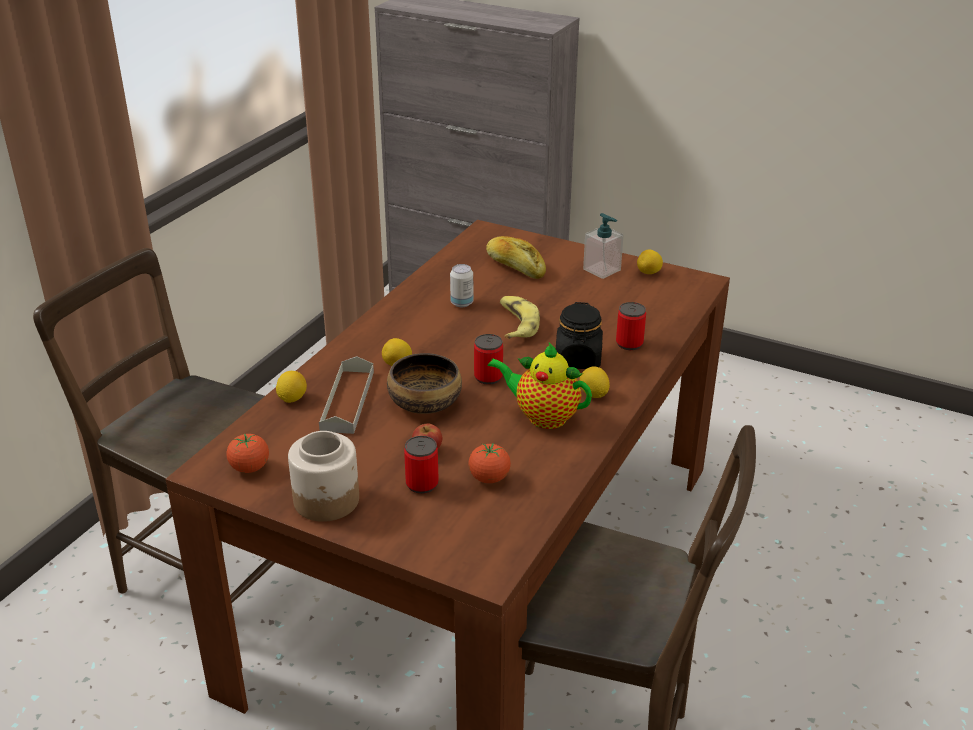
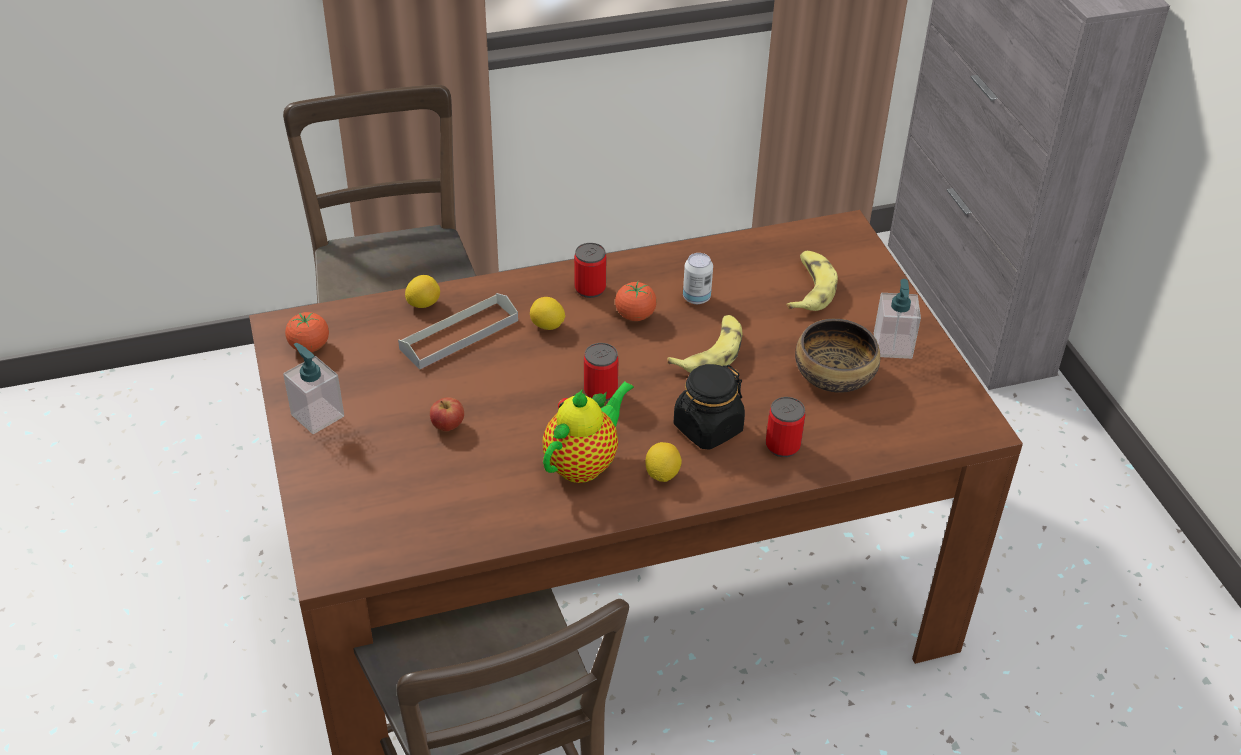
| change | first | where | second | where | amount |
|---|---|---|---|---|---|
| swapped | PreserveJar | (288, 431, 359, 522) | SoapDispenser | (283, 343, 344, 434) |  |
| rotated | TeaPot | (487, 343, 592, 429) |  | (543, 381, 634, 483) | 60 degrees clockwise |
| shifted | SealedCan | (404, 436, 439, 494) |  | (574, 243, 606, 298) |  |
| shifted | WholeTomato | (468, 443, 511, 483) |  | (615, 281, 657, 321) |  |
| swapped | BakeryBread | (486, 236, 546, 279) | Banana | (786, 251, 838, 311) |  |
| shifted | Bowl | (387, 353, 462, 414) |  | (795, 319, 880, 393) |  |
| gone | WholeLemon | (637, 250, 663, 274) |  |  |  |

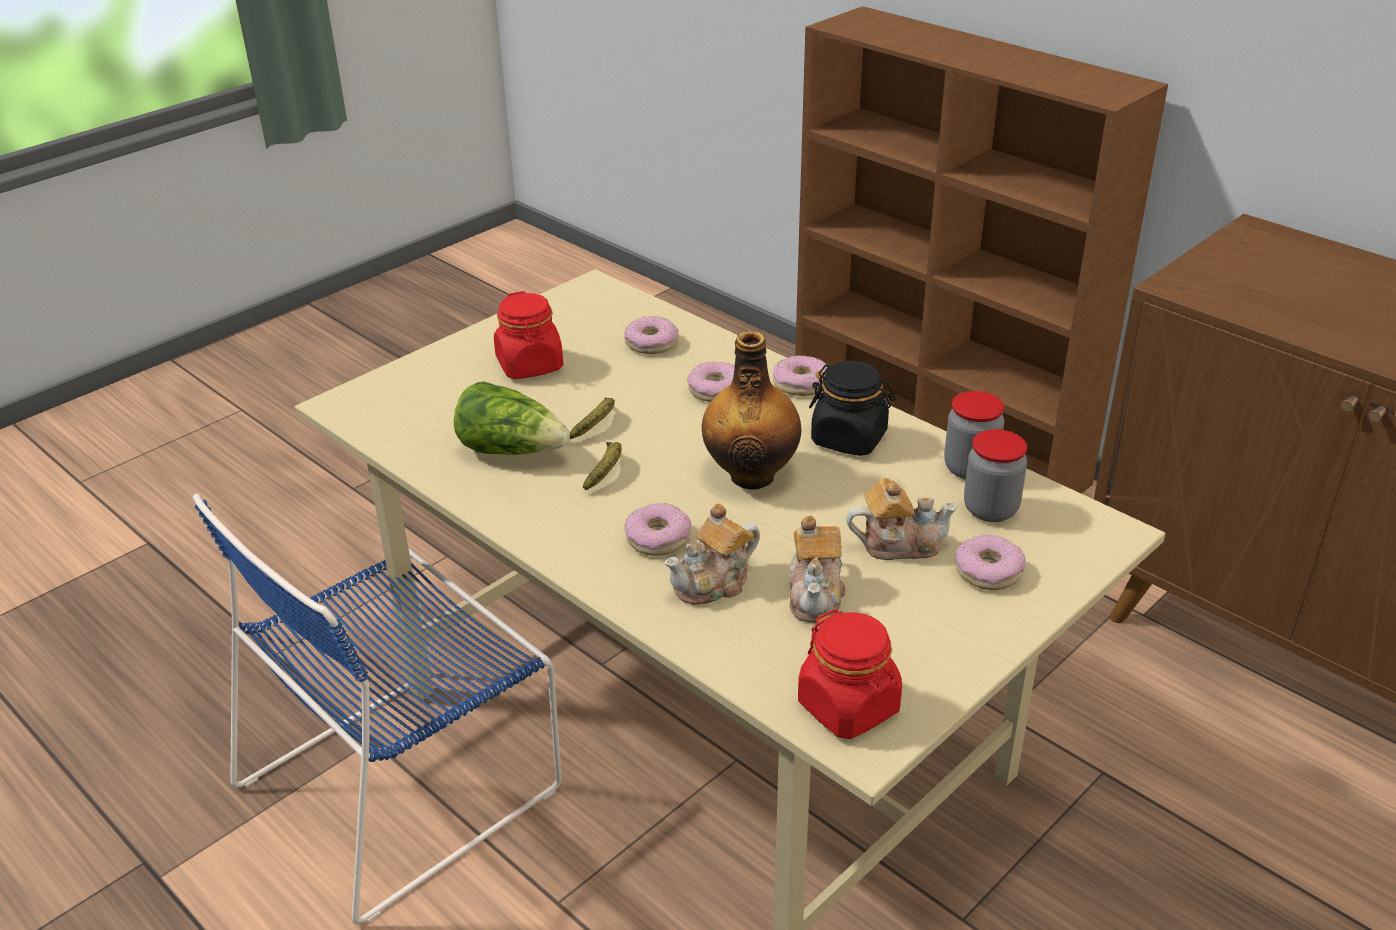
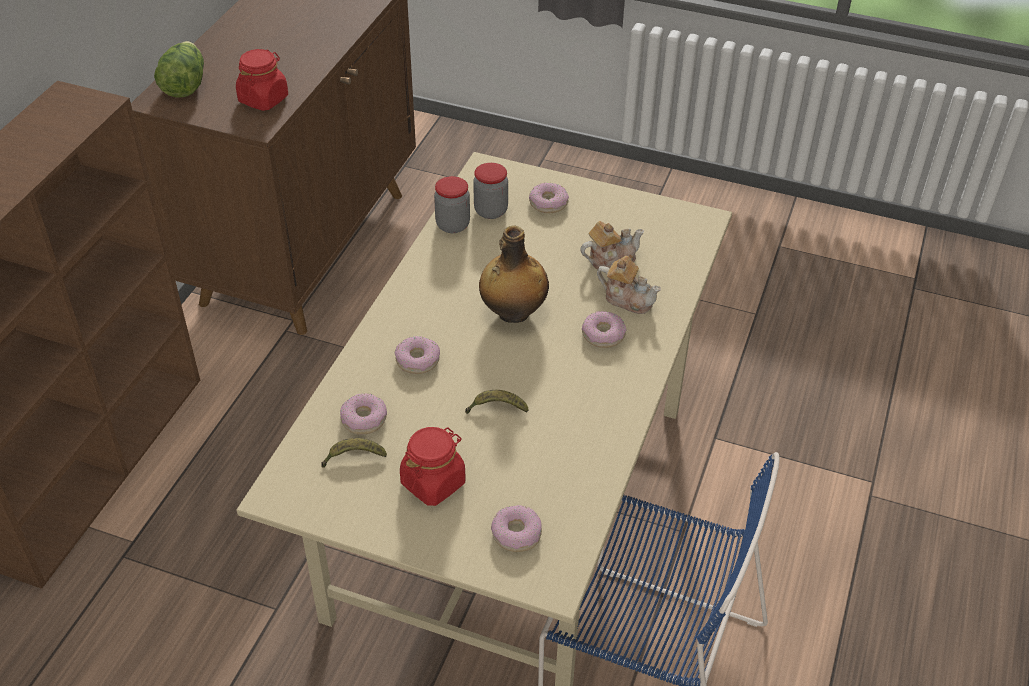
| change | first | where | second | where | amount |
|---|---|---|---|---|---|
| shifted | LettuceHead | (454, 381, 570, 455) |  | (154, 41, 204, 97) |  |
| shifted | RedColouredPreserveJar | (798, 609, 902, 739) |  | (236, 49, 288, 111) |  |
| shifted | Banana | (583, 442, 621, 490) |  | (321, 438, 387, 468) |  |
| shifted | Donut | (773, 355, 828, 396) |  | (491, 505, 542, 552) |  |
| gone | BlackishPreserveJar | (809, 361, 896, 456) |  |  |  |
| gone | TeaPot | (846, 478, 958, 560) |  |  |  |

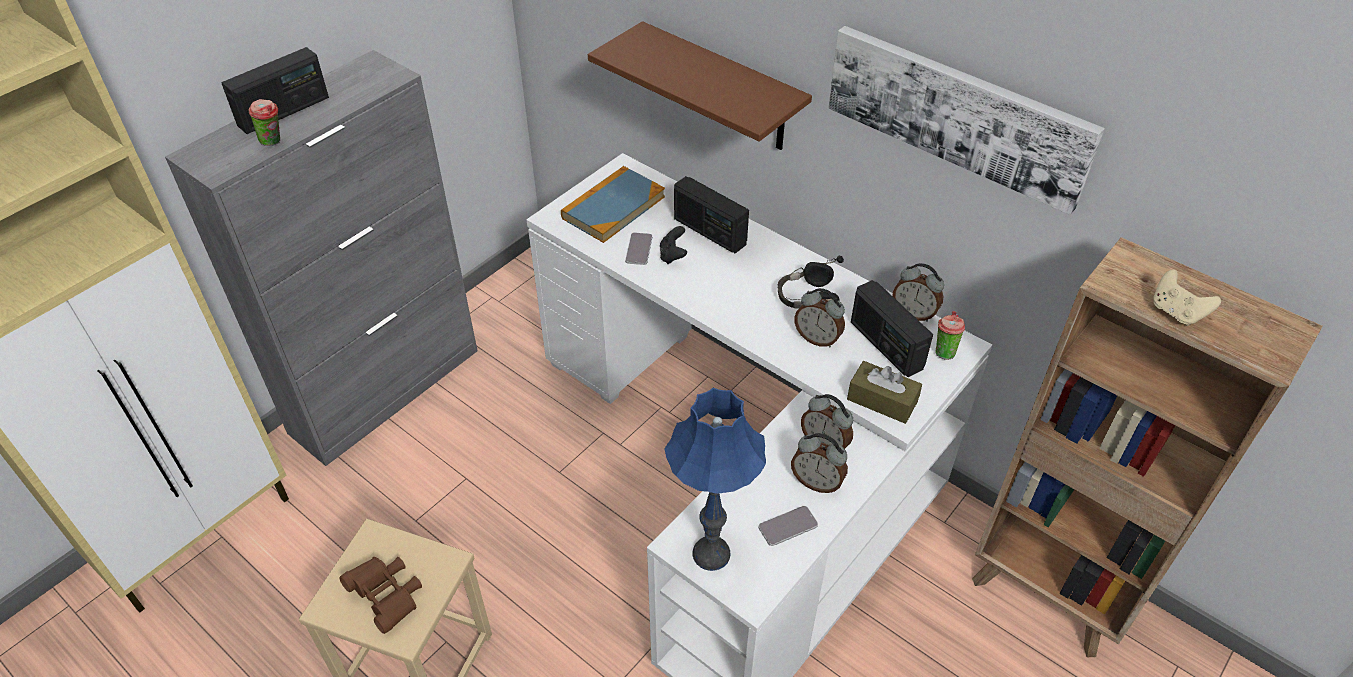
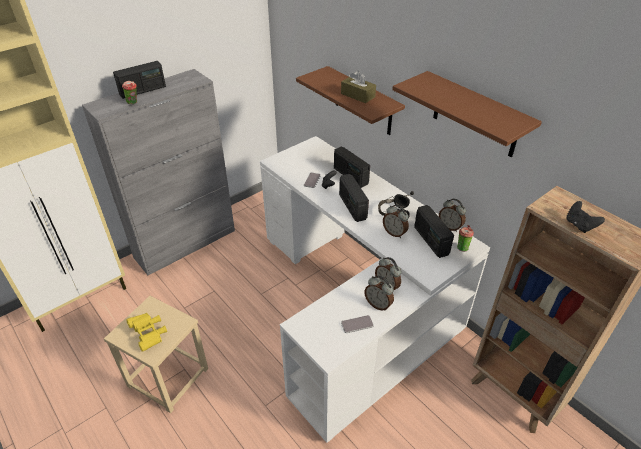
| change | first | where | second | where | amount |
|---|---|---|---|---|---|
| repainted | BrownishPairOfBinoculars | (339, 557, 422, 634) | YellowishPairOfBinoculars | (126, 313, 167, 352) |  |
| new |  |  | Radio | (339, 174, 369, 222) |  |
| shifted | BrownishTissueBox | (847, 361, 922, 424) |  | (341, 71, 376, 103) |  |
| swapped | WallPicture | (828, 26, 1105, 215) | BrownishWallShelf | (392, 71, 542, 157) |  |
| repainted | BeigeColouredGameController | (1153, 269, 1221, 326) | BlackishGameController | (566, 201, 605, 233) |  |
| gone | Book | (561, 166, 665, 243) |  |  |  |
| gone | BlueTableLamp | (665, 388, 766, 571) |  |  |  |

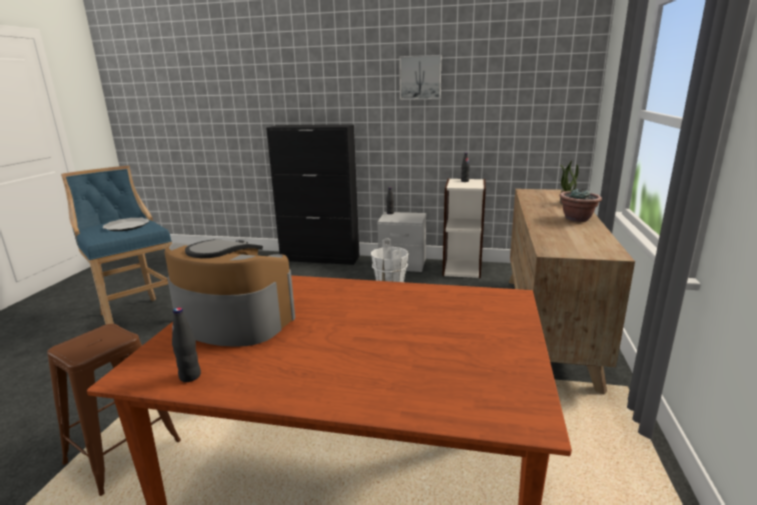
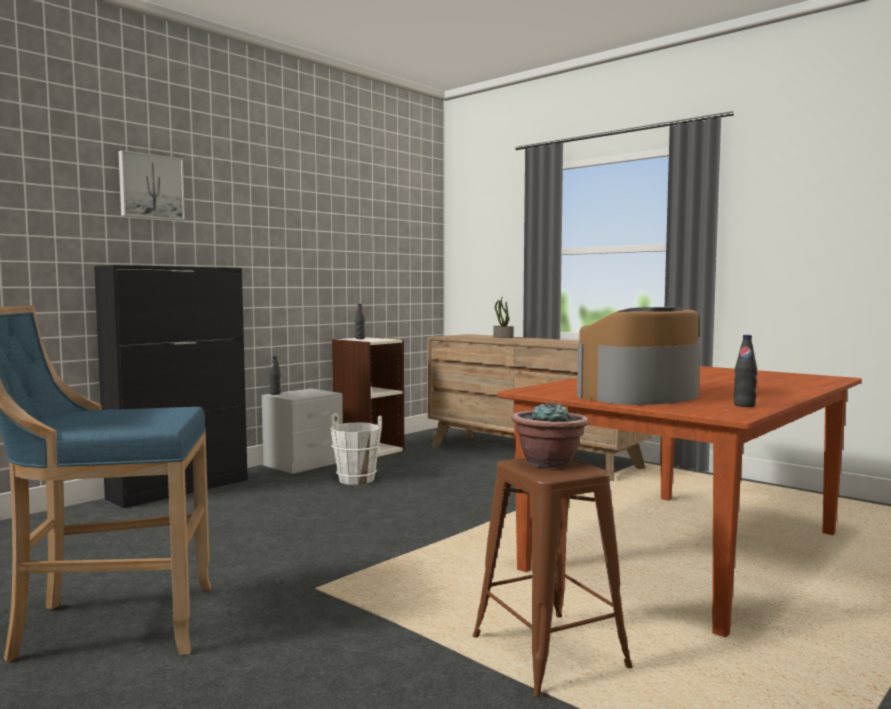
| change | first | where | second | where | amount |
|---|---|---|---|---|---|
| shifted | WallPicture | (399, 55, 441, 100) |  | (118, 150, 185, 221) |  |
| shifted | PlantInAPot | (559, 188, 602, 222) |  | (511, 401, 589, 468) |  |
| gone | Plate | (103, 218, 149, 231) |  |  |  |

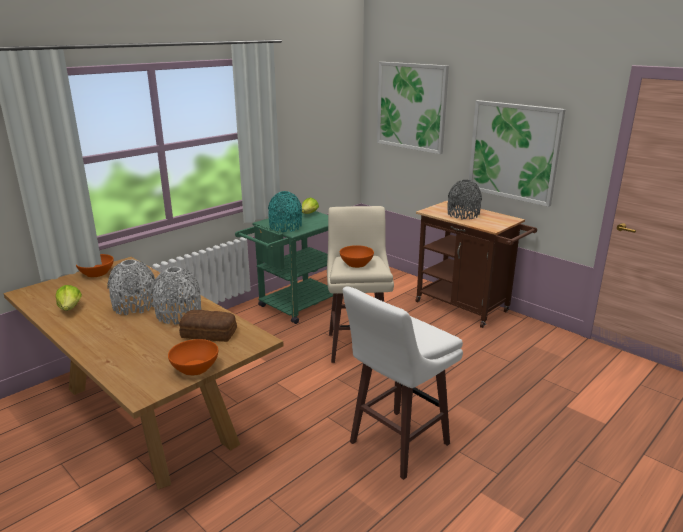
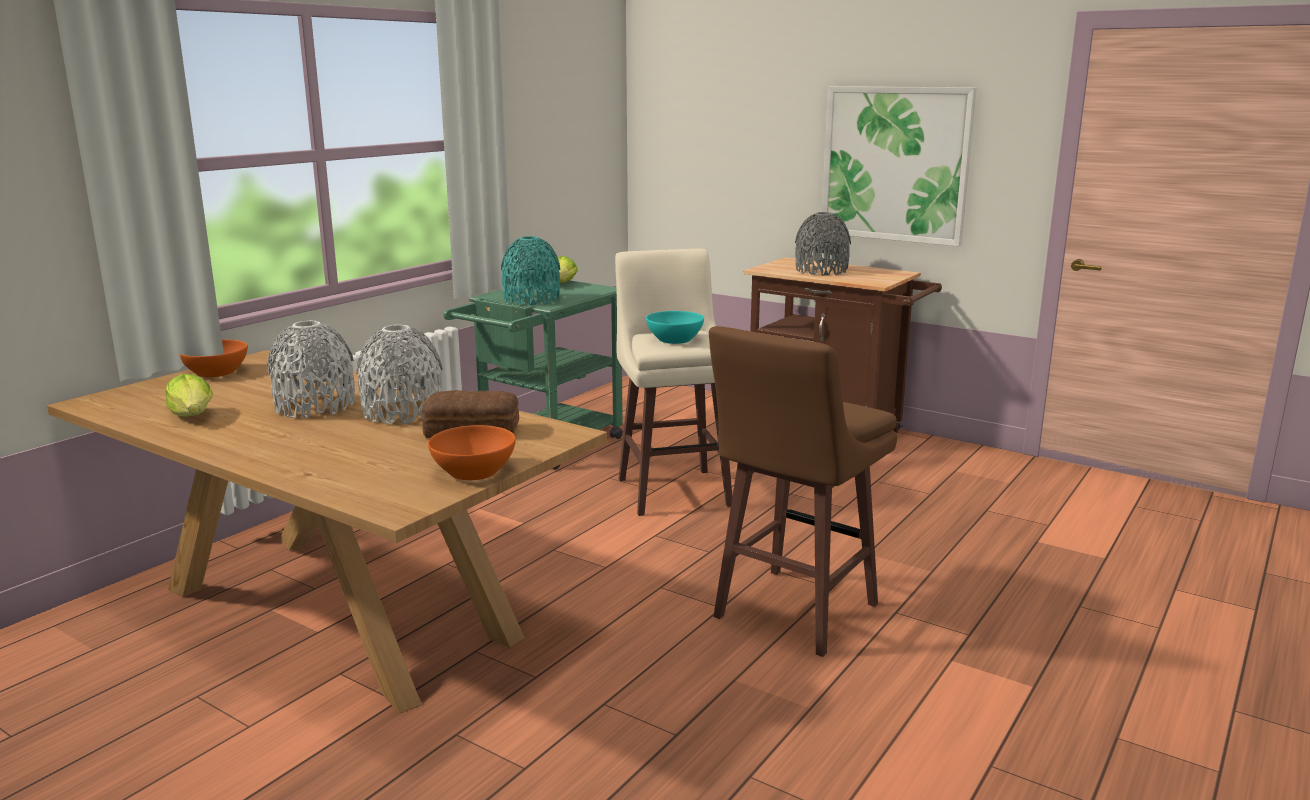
| change | first | where | second | where | amount |
|---|---|---|---|---|---|
| repainted | OrangeBowl | (340, 245, 374, 268) | TurquoiseColouredBowl | (646, 311, 704, 344) |  |
| repainted | WhiteColouredStoolSeat | (343, 286, 463, 480) | BrownishStoolSeat | (709, 326, 897, 657) |  |
| gone | WallPicture | (377, 62, 449, 154) |  |  |  |

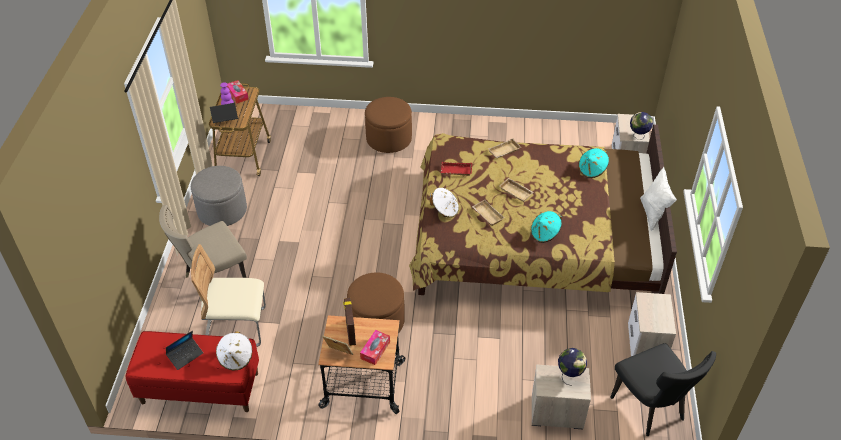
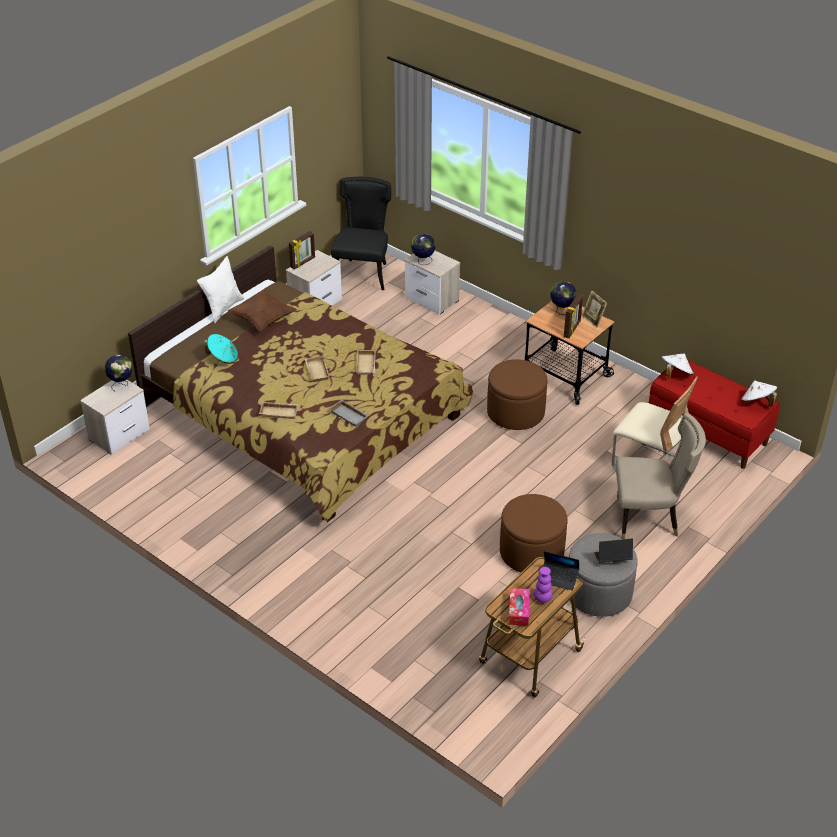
| change | first | where | second | where | amount |
|---|---|---|---|---|---|
| new |  |  | BrownishThrowPillow | (227, 289, 297, 331) |  |
| new |  |  | StandingFrame | (289, 231, 315, 269) |  |
| repainted | RedColouredCarryingTray | (441, 162, 472, 176) | GreyCarryingTray | (329, 399, 369, 427) |  |
| shifted | BrownishFootrest | (365, 97, 412, 153) |  | (500, 494, 568, 574) |  |
| swapped | TissueBox | (360, 330, 390, 365) | DeskGlobe | (550, 281, 577, 315) |  |
| shifted | NotebookComputer | (166, 331, 203, 370) |  | (594, 539, 633, 563) |  |
| shifted | WhiteColouredWearableHat | (430, 188, 459, 218) |  | (741, 381, 777, 407) |  |
| gone | TurquoiseColouredWearableHat | (531, 211, 562, 243) |  |  |  |

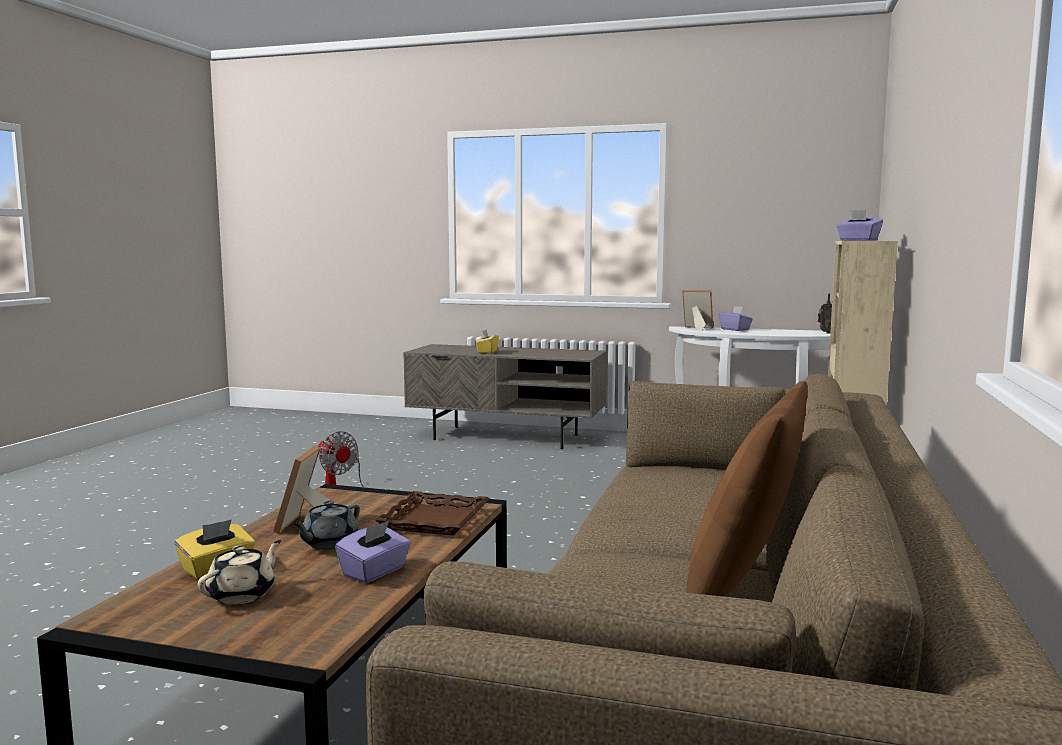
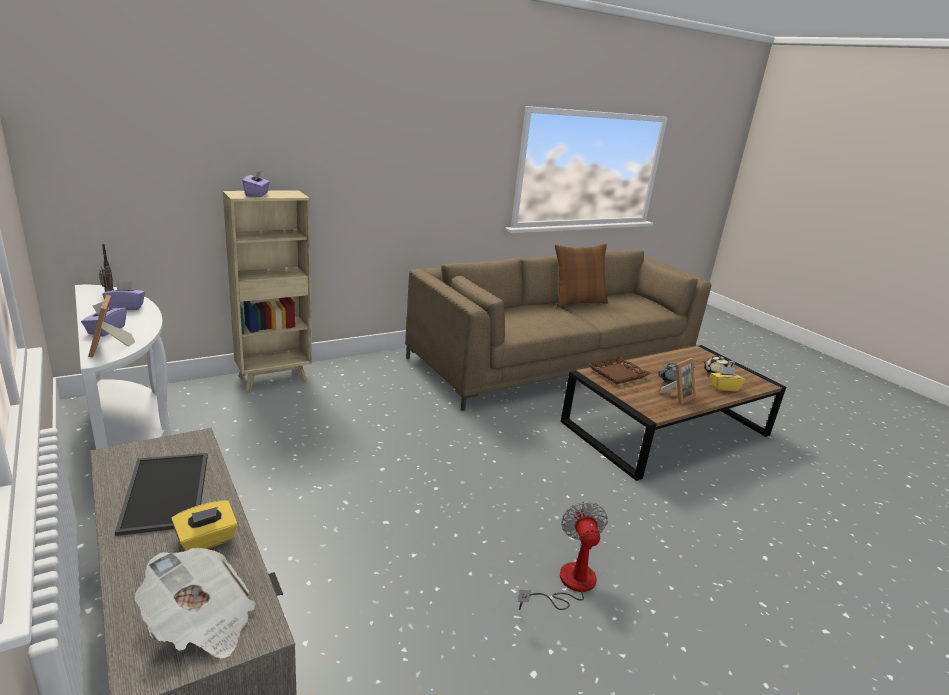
| change | first | where | second | where | amount |
|---|---|---|---|---|---|
| shifted | PurpleColouredTissueBox | (335, 521, 411, 583) |  | (102, 281, 145, 310) |  |
| new |  |  | CarryingTray | (115, 453, 208, 536) |  |
| new |  |  | DailyPaper | (135, 548, 256, 659) |  |

